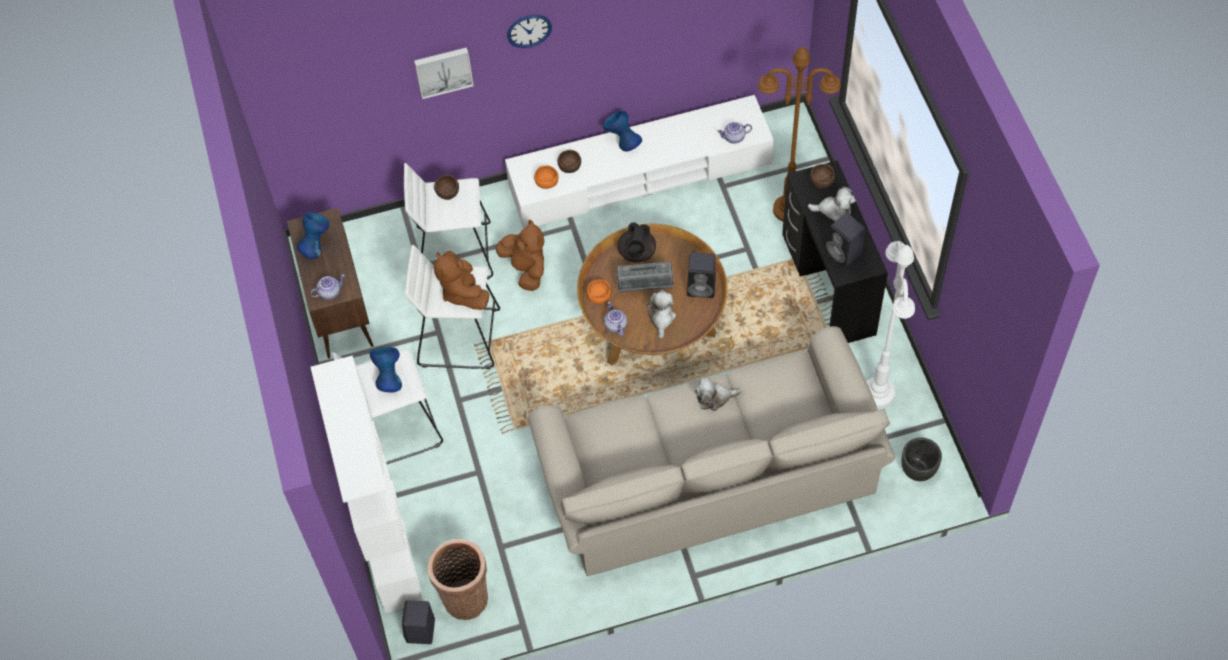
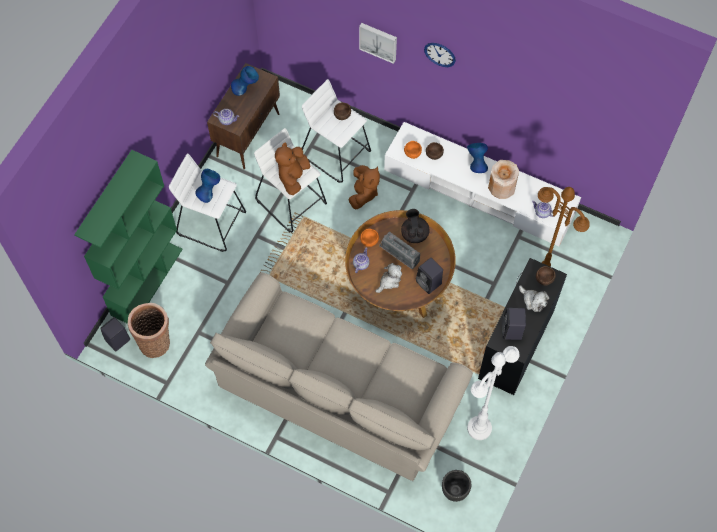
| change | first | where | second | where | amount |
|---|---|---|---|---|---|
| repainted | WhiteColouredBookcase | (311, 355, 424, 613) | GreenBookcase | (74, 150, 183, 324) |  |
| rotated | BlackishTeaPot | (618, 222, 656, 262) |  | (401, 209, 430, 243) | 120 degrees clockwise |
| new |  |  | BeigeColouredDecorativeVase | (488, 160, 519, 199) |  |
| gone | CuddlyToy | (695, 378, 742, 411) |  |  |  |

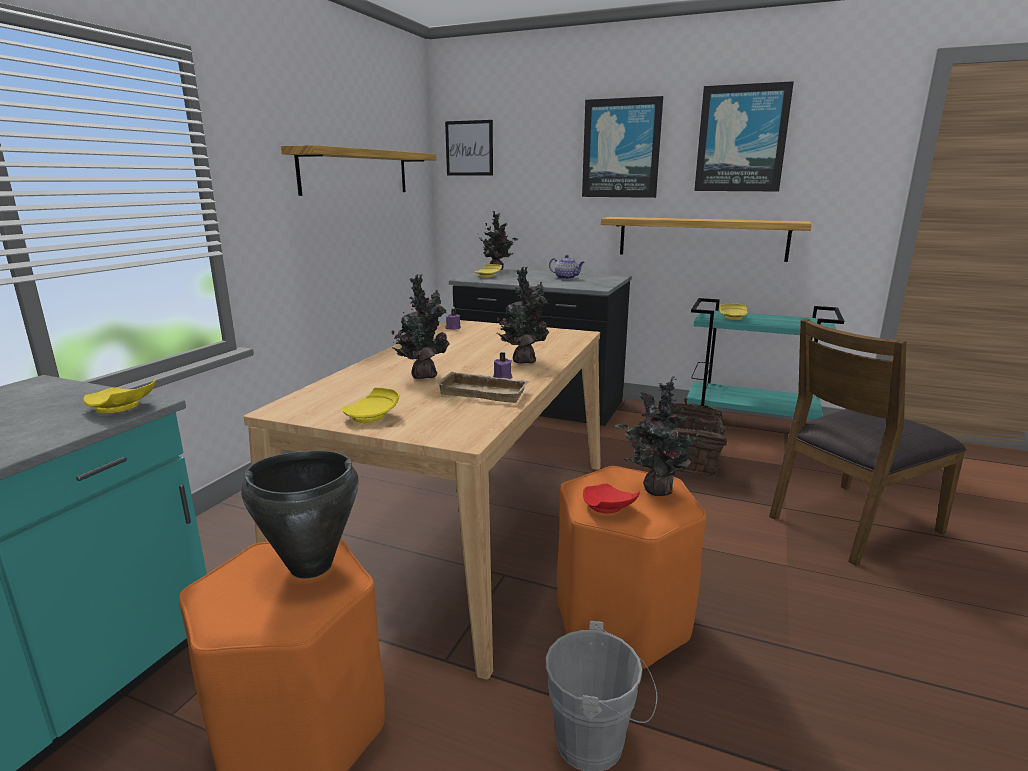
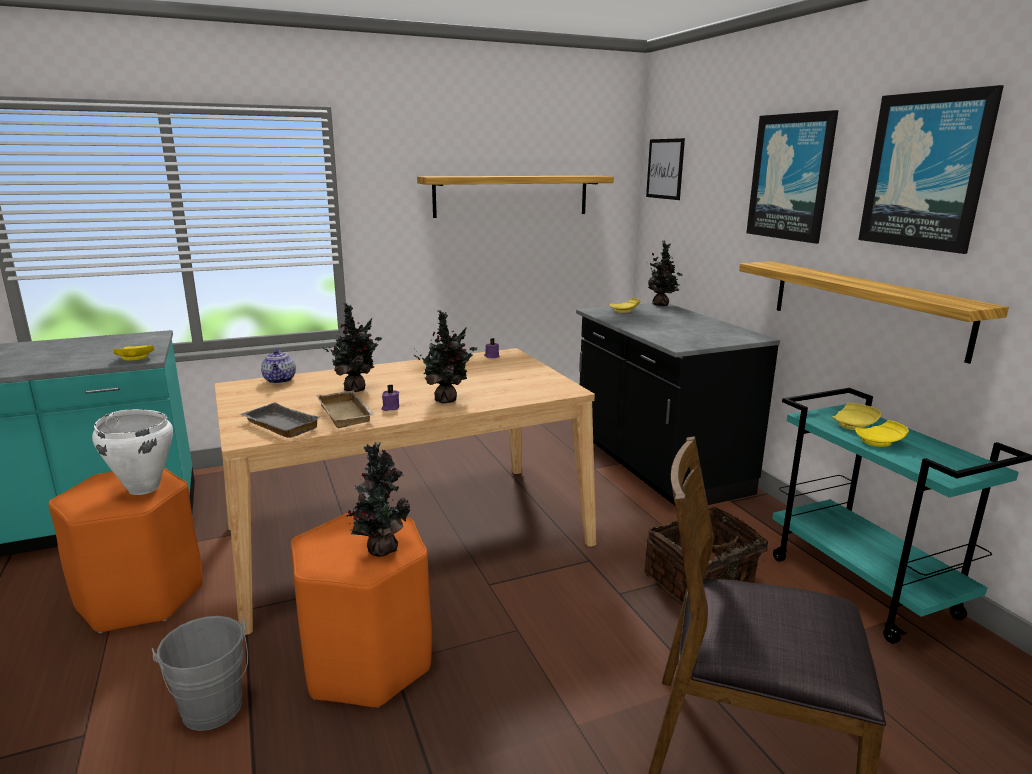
| change | first | where | second | where | amount |
|---|---|---|---|---|---|
| repainted | BlackishStockpot | (241, 450, 359, 578) | WhiteColouredStockpot | (92, 409, 173, 495) |  |
| new |  |  | GreyCarryingTray | (240, 402, 321, 438) |  |
| shifted | TeaPot | (549, 255, 585, 279) |  | (261, 349, 296, 384) |  |
| shifted | YellowishPlate | (341, 387, 399, 423) |  | (855, 420, 909, 447) |  |
| gone | RedColouredPlate | (583, 484, 640, 514) |  |  |  |

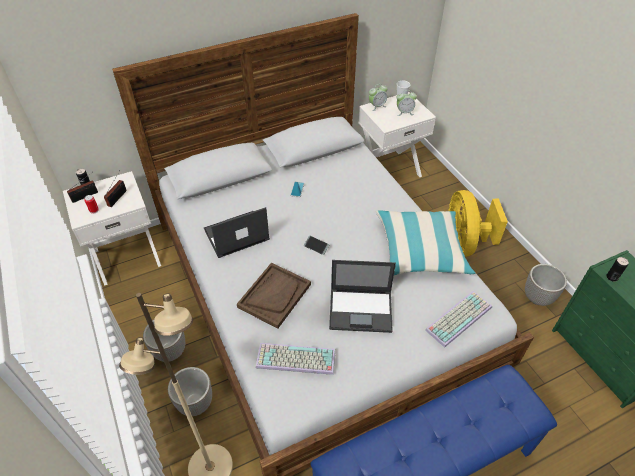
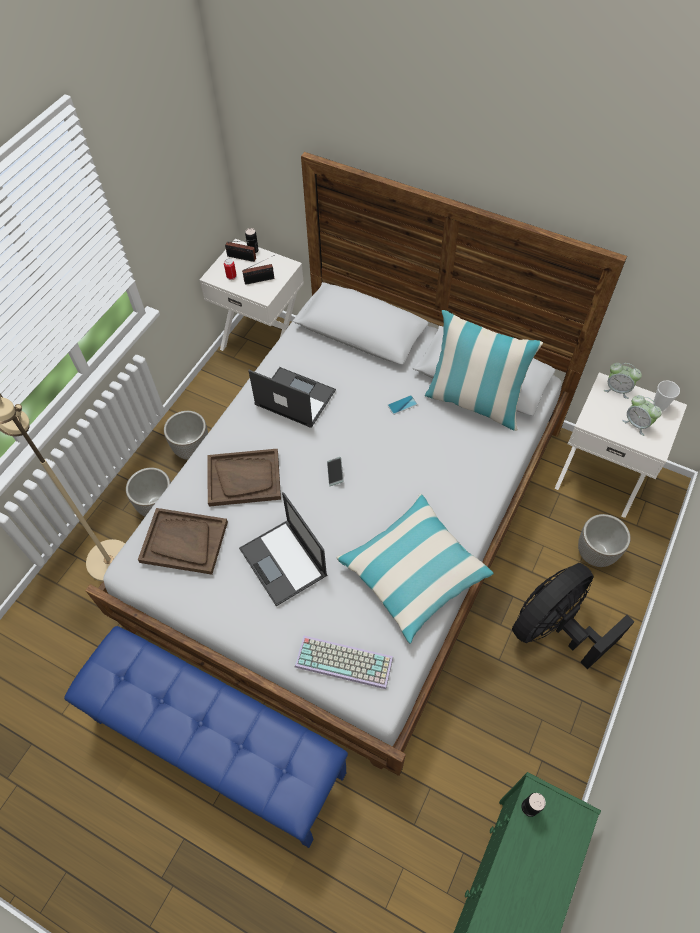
| change | first | where | second | where | amount |
|---|---|---|---|---|---|
| swapped | PcKeyboard | (256, 343, 335, 375) | BrownishCarryingTray | (138, 508, 228, 575) |  |
| new |  |  | ThrowPillow | (425, 310, 543, 431) |  |
| repainted | YellowishFan | (448, 190, 508, 257) | BlackishFan | (512, 563, 635, 670) |  |
| shifted | FlowerPot | (525, 264, 567, 306) |  | (578, 514, 631, 567) |  |

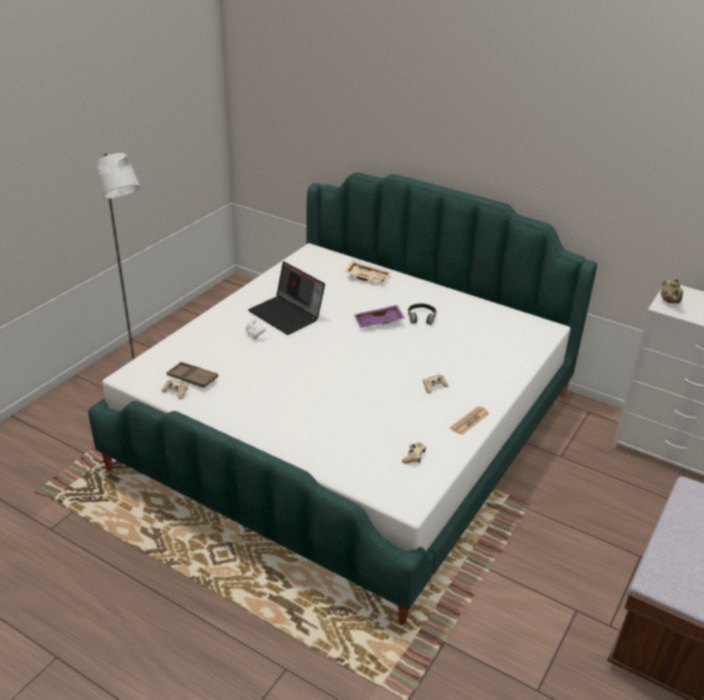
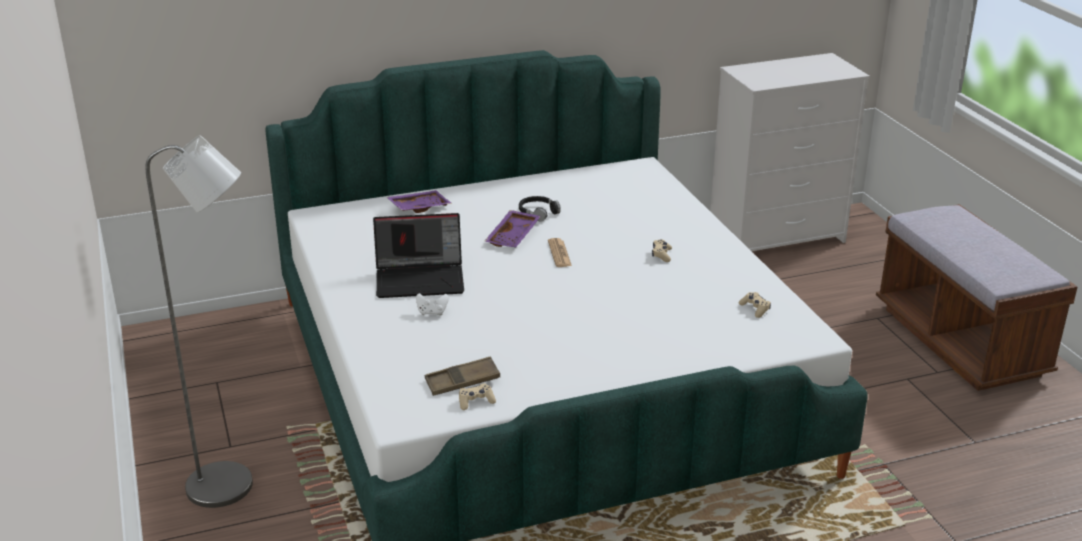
| change | first | where | second | where | amount |
|---|---|---|---|---|---|
| repainted | BeigeColouredCarryingTray | (345, 260, 391, 284) | PurpleColouredCarryingTray | (387, 190, 452, 213) |  |
| shifted | DailyPaper | (450, 406, 489, 435) |  | (548, 238, 572, 267) |  |
| gone | BeigeColouredTeaPot | (661, 278, 683, 304) |  |  |  |

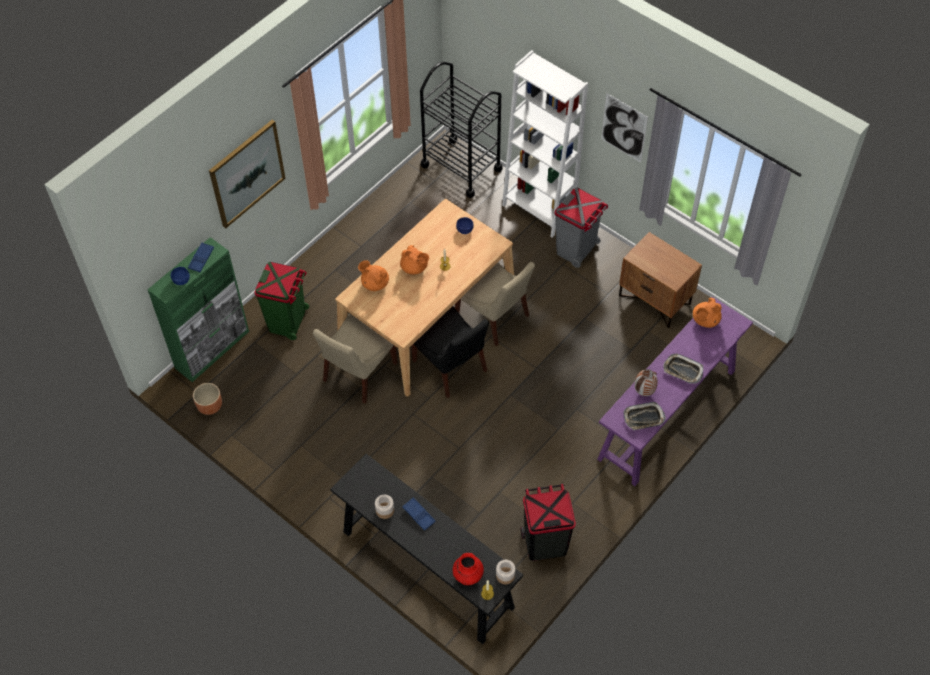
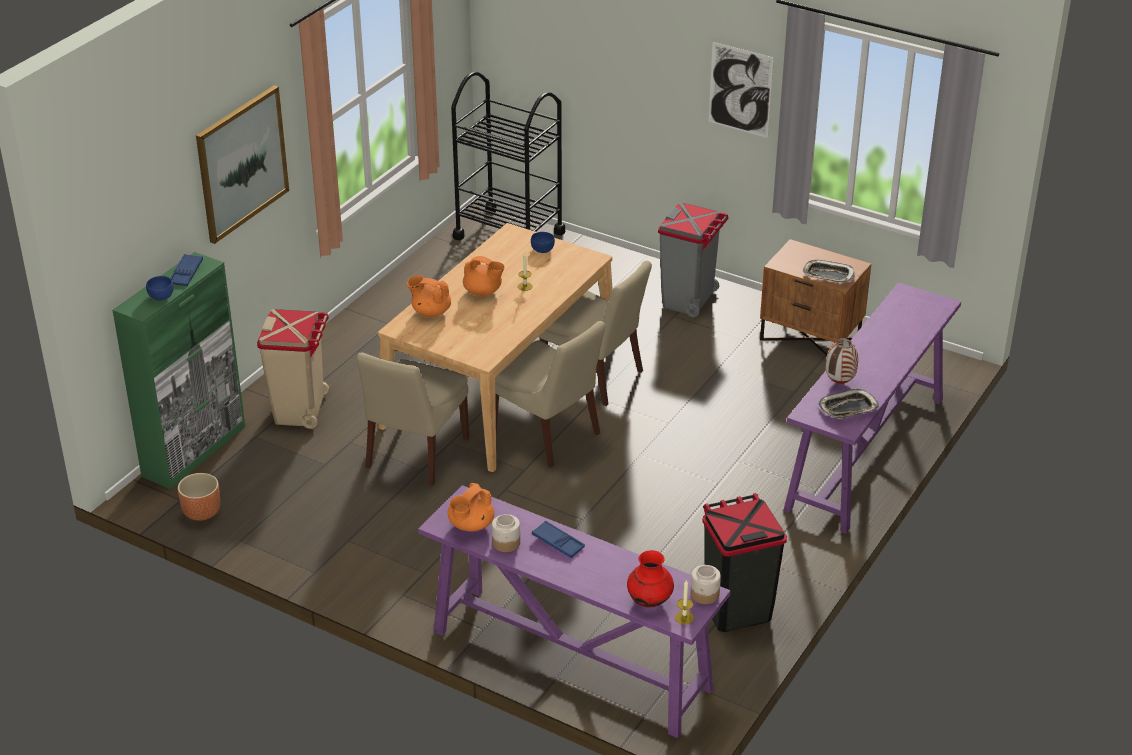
| change | first | where | second | where | amount |
|---|---|---|---|---|---|
| repainted | GreenWasteBin | (254, 262, 309, 340) | BeigeColouredWasteBin | (257, 309, 329, 429) |  |
| repainted | BlackishConsoleTable | (330, 454, 523, 644) | PurpleColouredConsoleTable | (418, 485, 731, 738) |  |
| shifted | OrangeTeaPot | (693, 298, 722, 328) |  | (448, 483, 494, 532) |  |
| repainted | BlackishUprightChair | (412, 306, 489, 398) | BeigeColouredUprightChair | (495, 321, 605, 468) |  |
| shifted | CarryingTray | (663, 354, 703, 384) |  | (802, 260, 855, 282) |  |
| gone | WhiteColouredBookcase | (502, 50, 588, 238) |  |  |  |

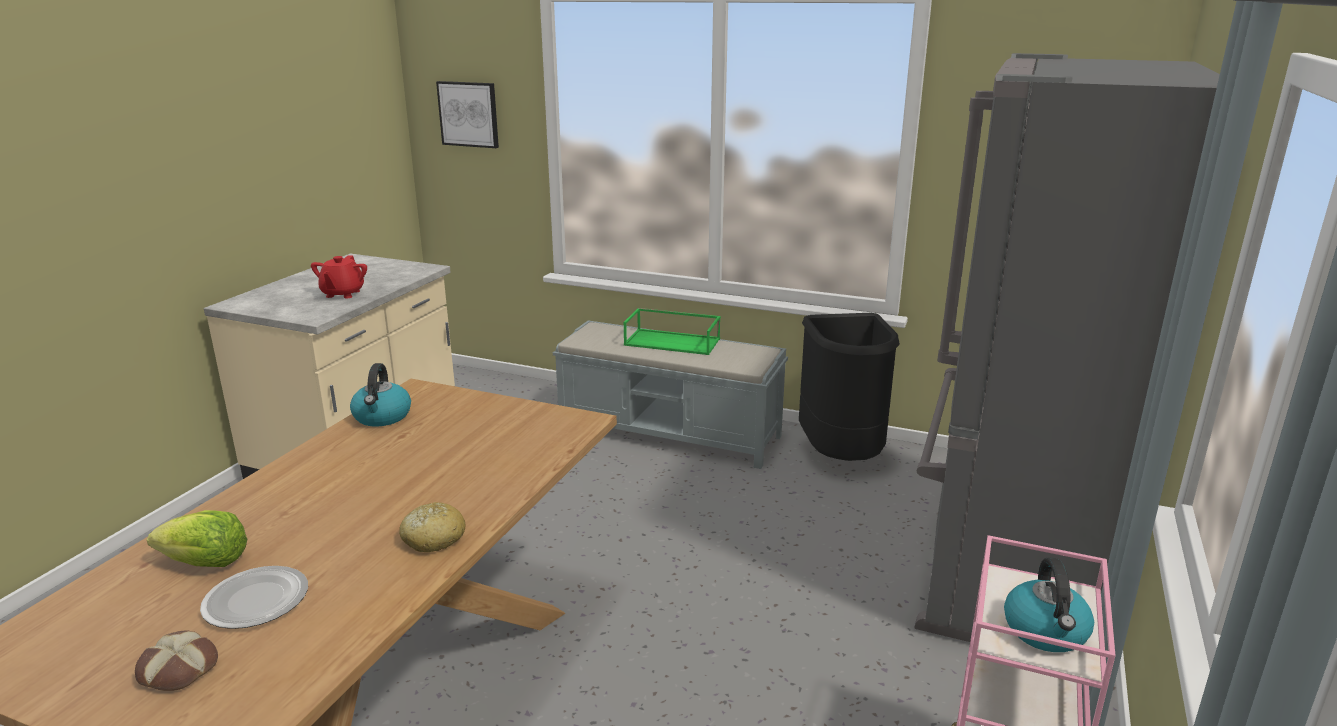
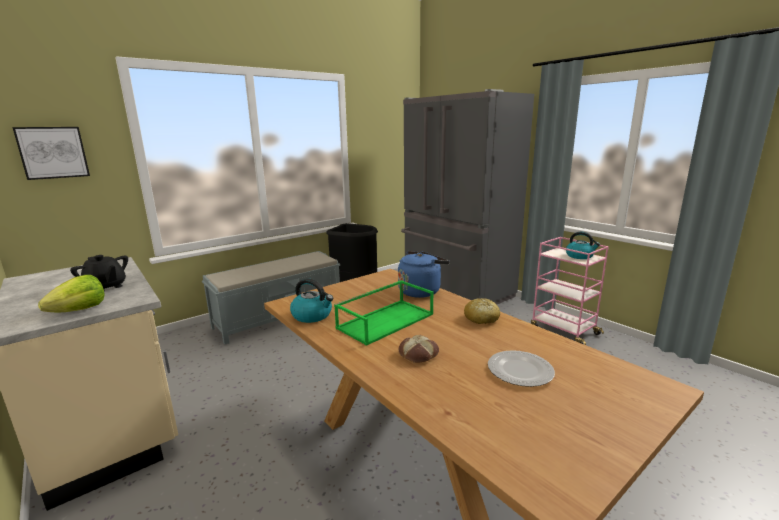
| change | first | where | second | where | amount |
|---|---|---|---|---|---|
| shifted | LettuceHead | (147, 510, 247, 567) |  | (38, 275, 105, 312) |  |
| repainted | RedColouredTeaPot | (311, 255, 367, 299) | BlackishTeaPot | (70, 255, 128, 289) |  |
| shifted | GreenCarryingTray | (624, 308, 721, 355) |  | (334, 280, 433, 346) |  |
| new |  |  | BlueKettle | (398, 251, 450, 298) |  |
| shifted | BakeryBread | (135, 630, 218, 691) |  | (399, 335, 439, 363) |  |

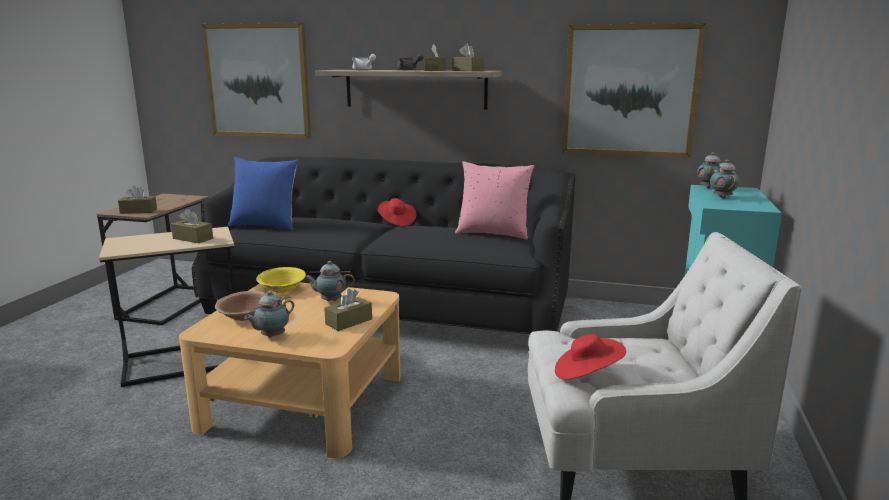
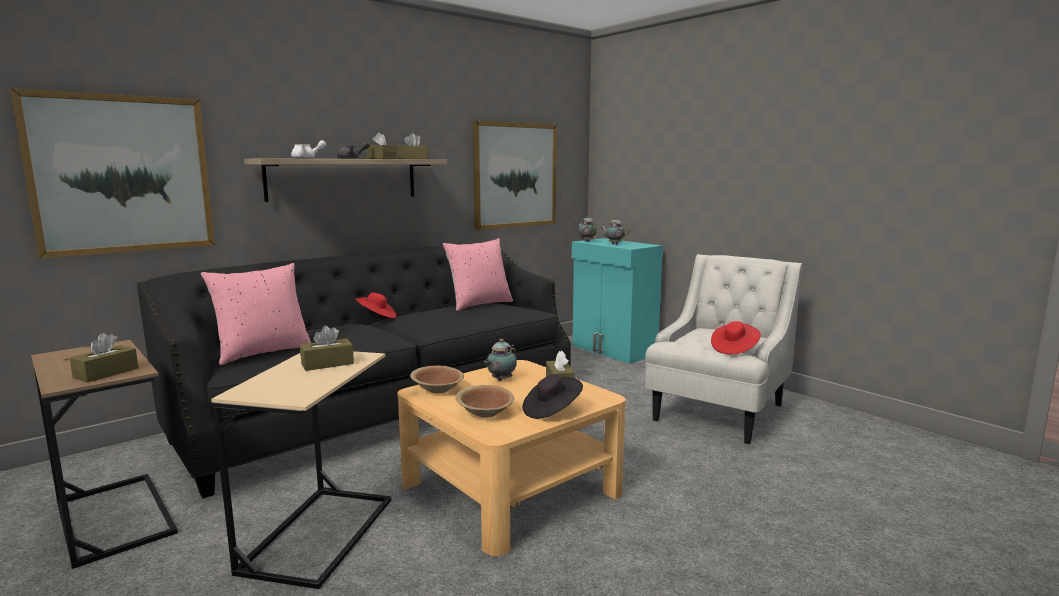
| change | first | where | second | where | amount |
|---|---|---|---|---|---|
| repainted | BlueThrowPillow | (228, 157, 298, 230) | PinkThrowPillow | (201, 263, 311, 365) |  |
| repainted | YellowishBowl | (256, 267, 306, 293) | BrownishBowl | (410, 365, 464, 393) |  |
| swapped | TeaPot | (244, 291, 294, 338) | BlackishWearableHat | (523, 375, 583, 419) |  |

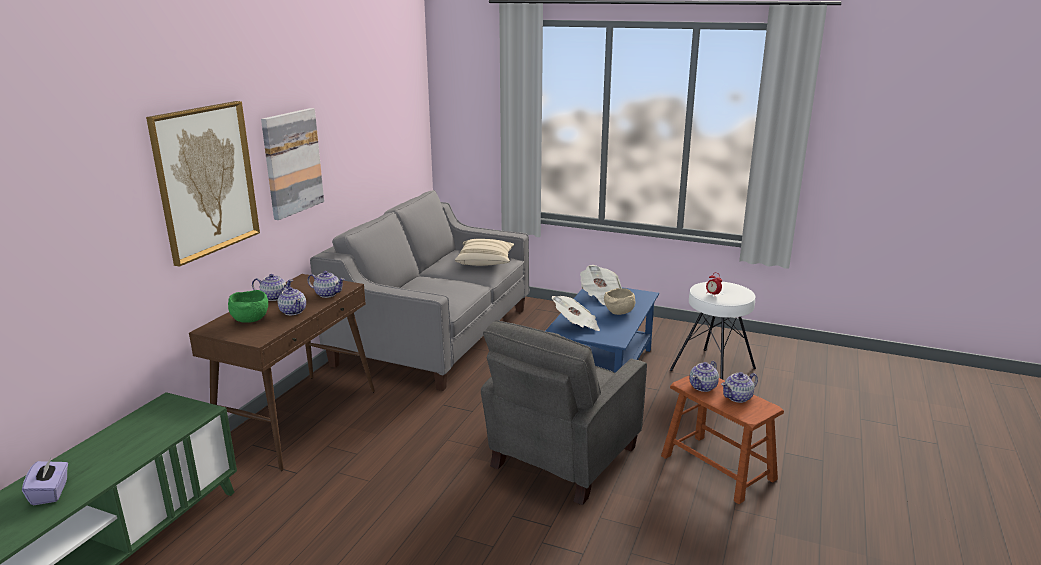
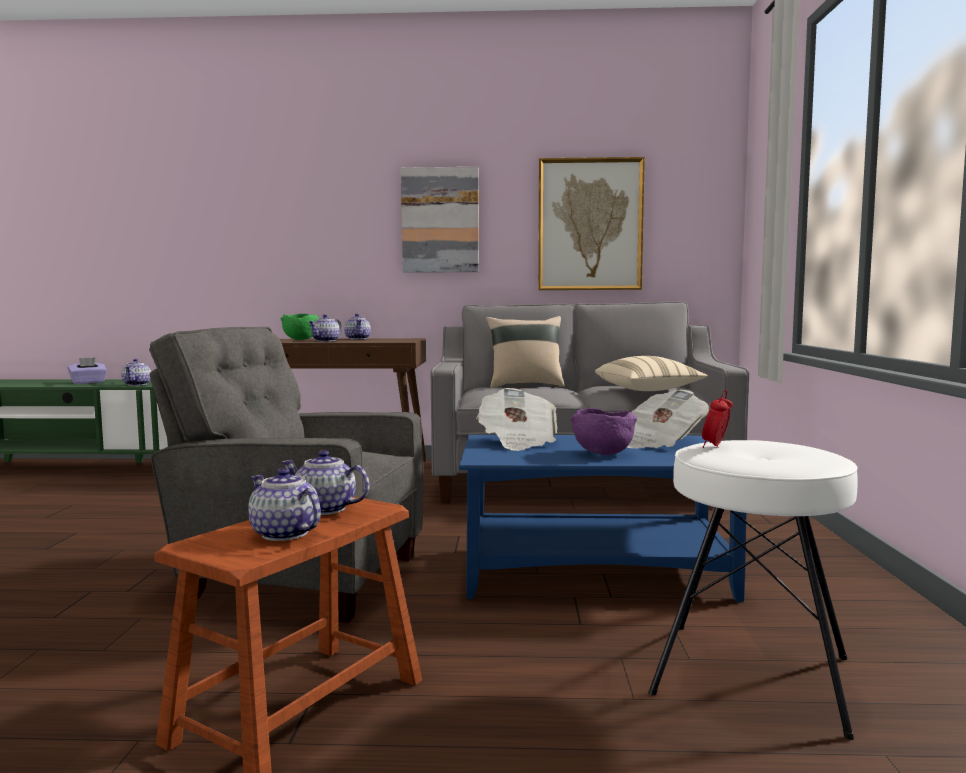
| change | first | where | second | where | amount |
|---|---|---|---|---|---|
| shifted | TeaPot | (308, 271, 345, 298) |  | (122, 359, 151, 386) |  |
| new |  |  | BeigeColouredThrowPillow | (486, 316, 565, 388) |  |
| shifted | WallPicture | (146, 101, 260, 267) |  | (538, 157, 645, 290) |  |
| repainted | BeigeColouredBowl | (604, 288, 635, 315) | PurpleColouredBowl | (570, 408, 637, 455) |  |

